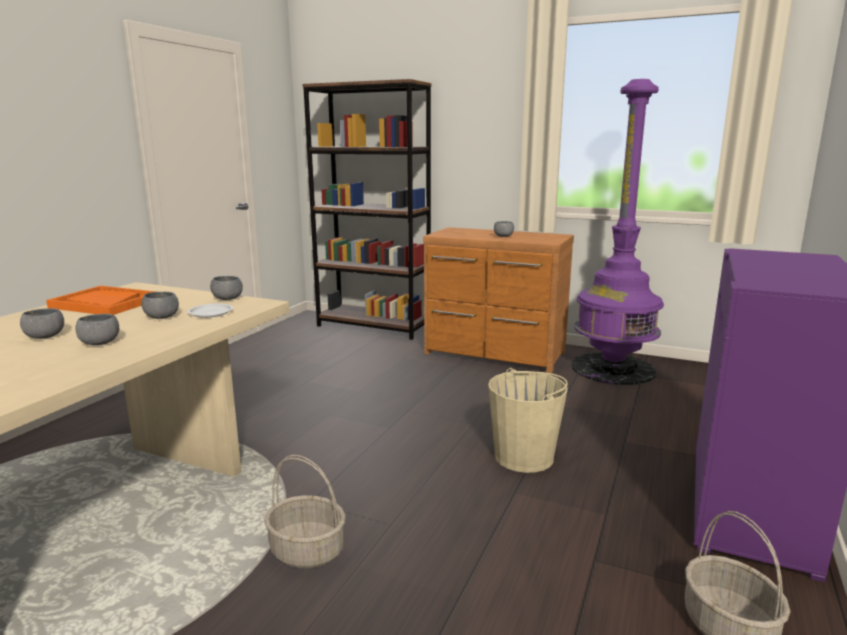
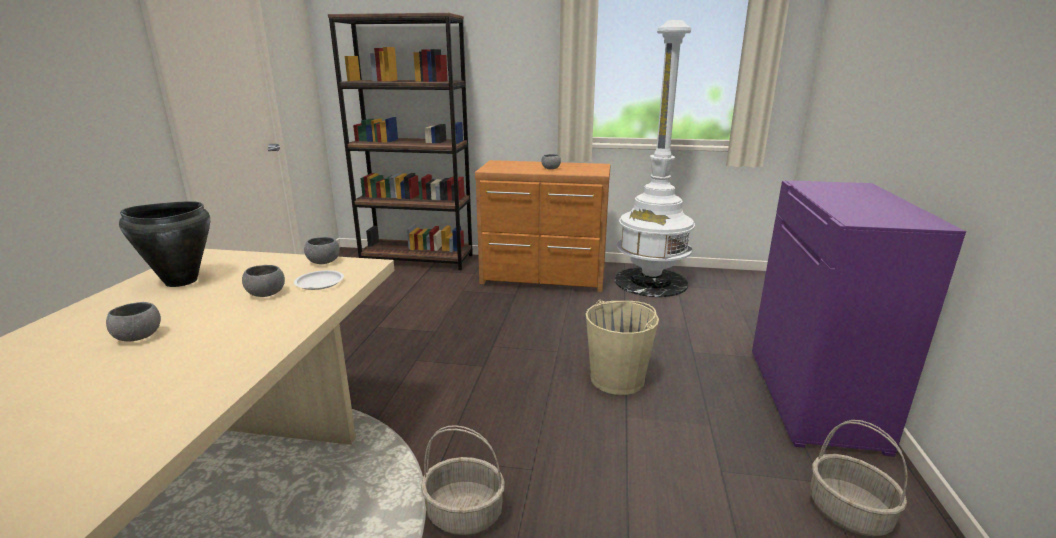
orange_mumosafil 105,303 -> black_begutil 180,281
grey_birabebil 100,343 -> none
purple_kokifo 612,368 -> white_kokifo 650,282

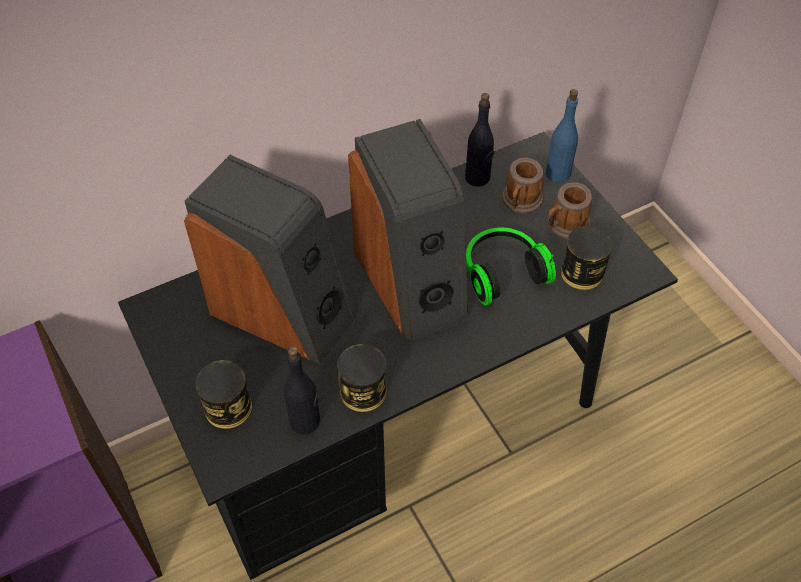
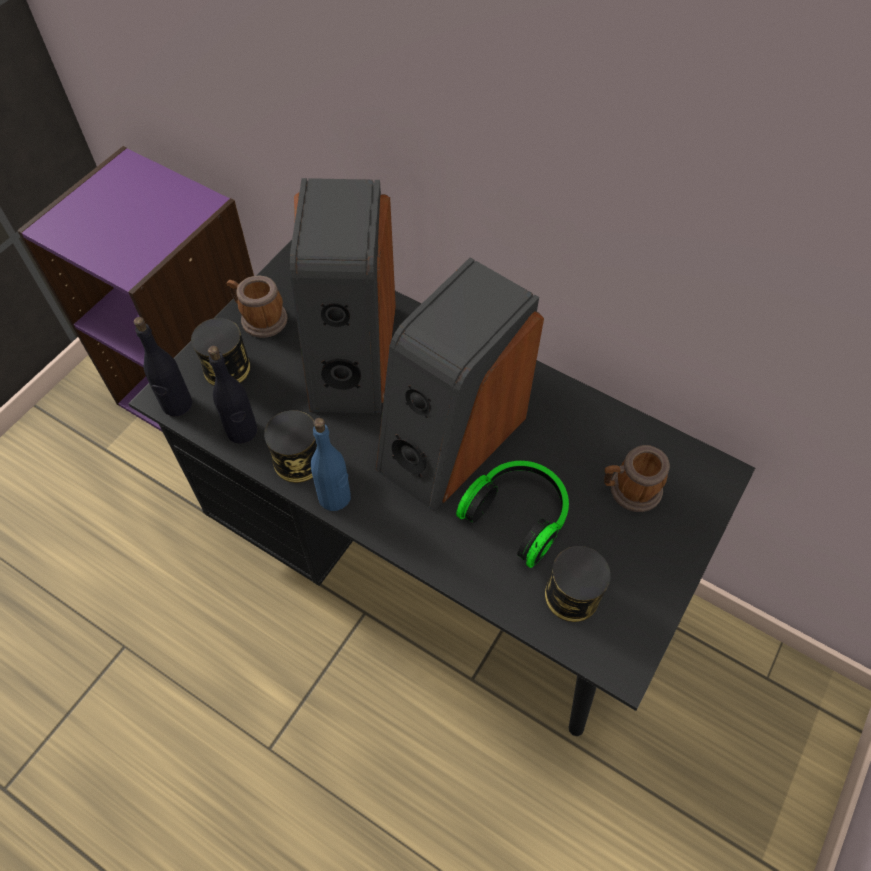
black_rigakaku 477,178 -> black_rigakaku 177,405, move
blue_rigakaku 558,174 -> blue_rigakaku 335,497, move
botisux 565,226 -> botisux 259,318, move

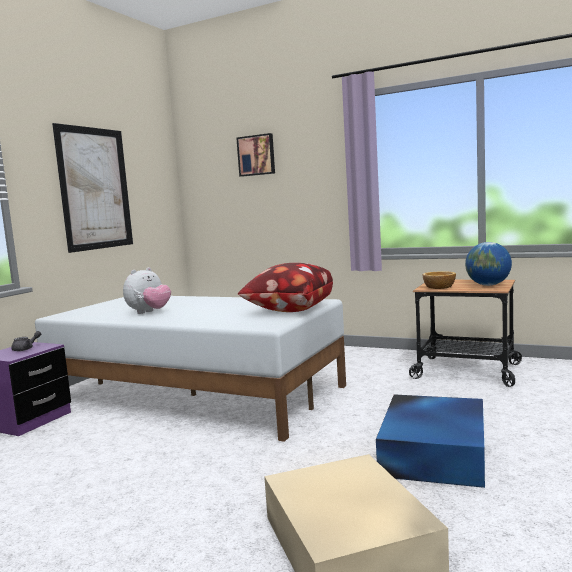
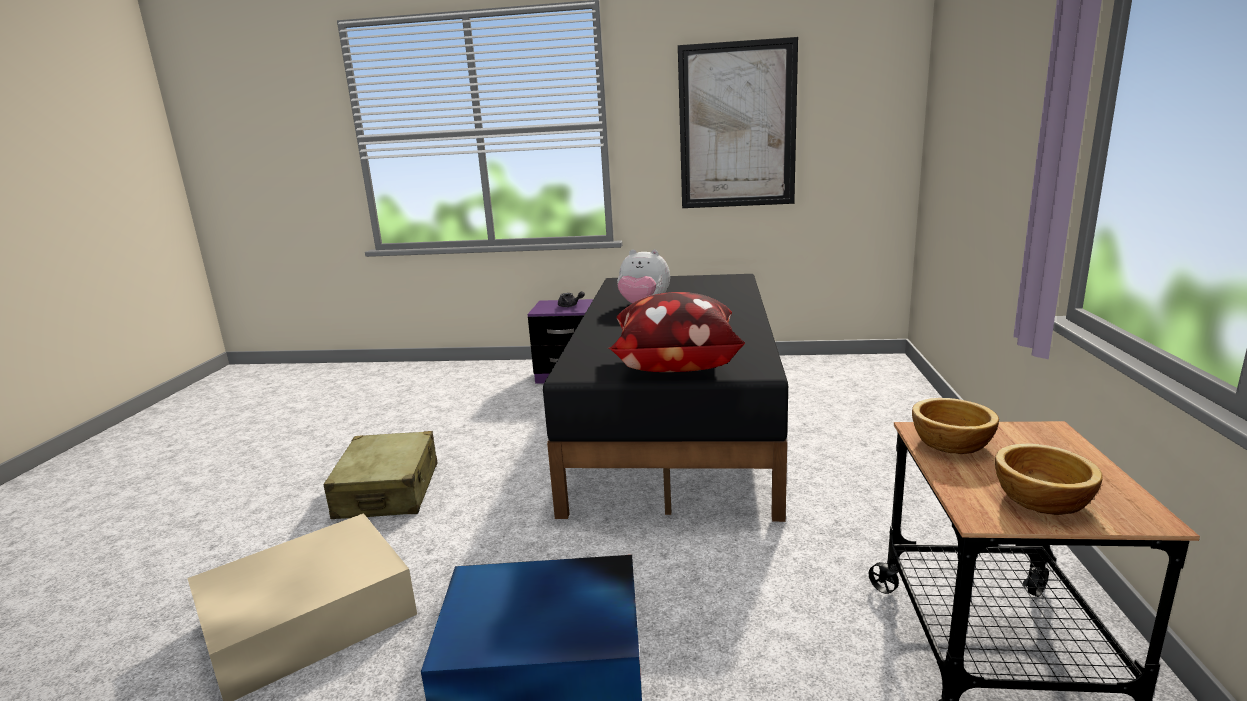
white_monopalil 195,394 -> black_monopalil 677,423
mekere 256,155 -> none
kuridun 488,285 -> birabebil 1039,499
none -> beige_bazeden 388,491

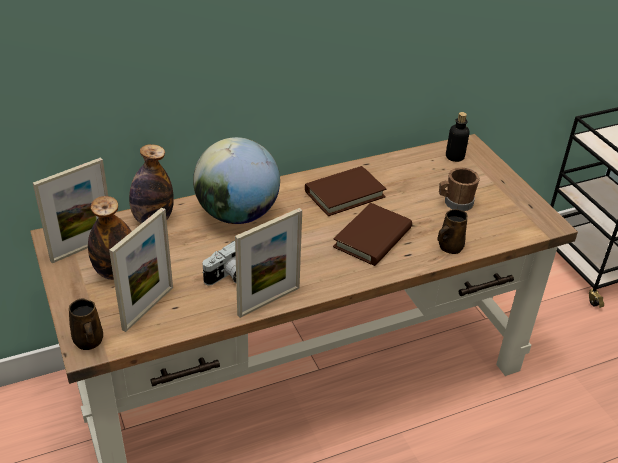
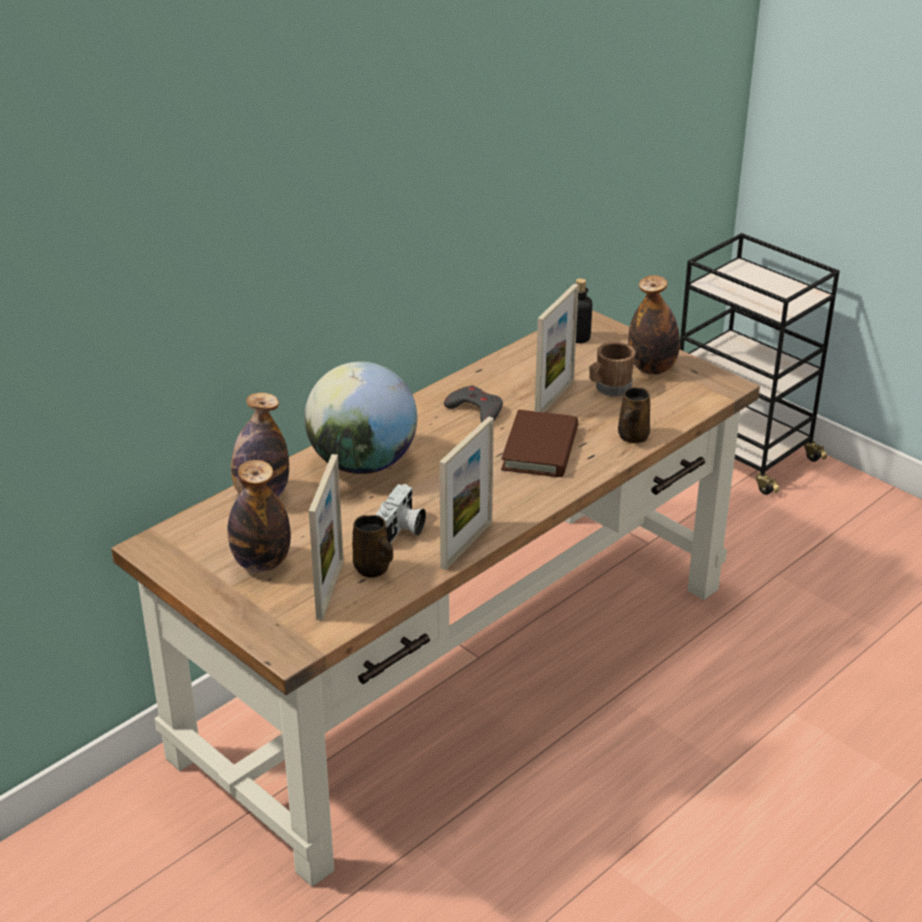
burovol 83,248 -> burovol 554,398, move
brown_botisux 89,342 -> brown_botisux 373,569, move
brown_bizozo 344,194 -> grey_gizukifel 476,410
none -> rigakaku 652,368

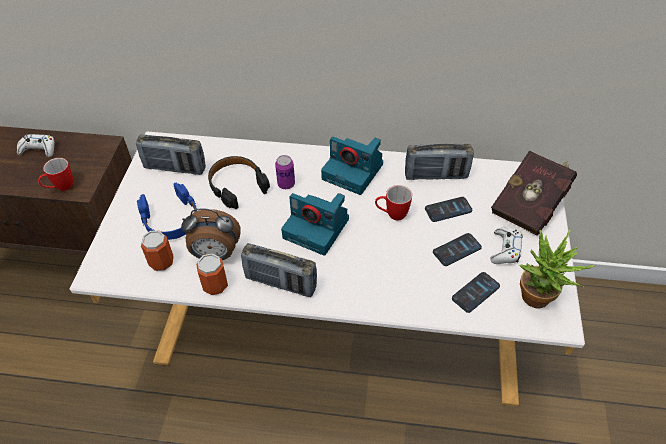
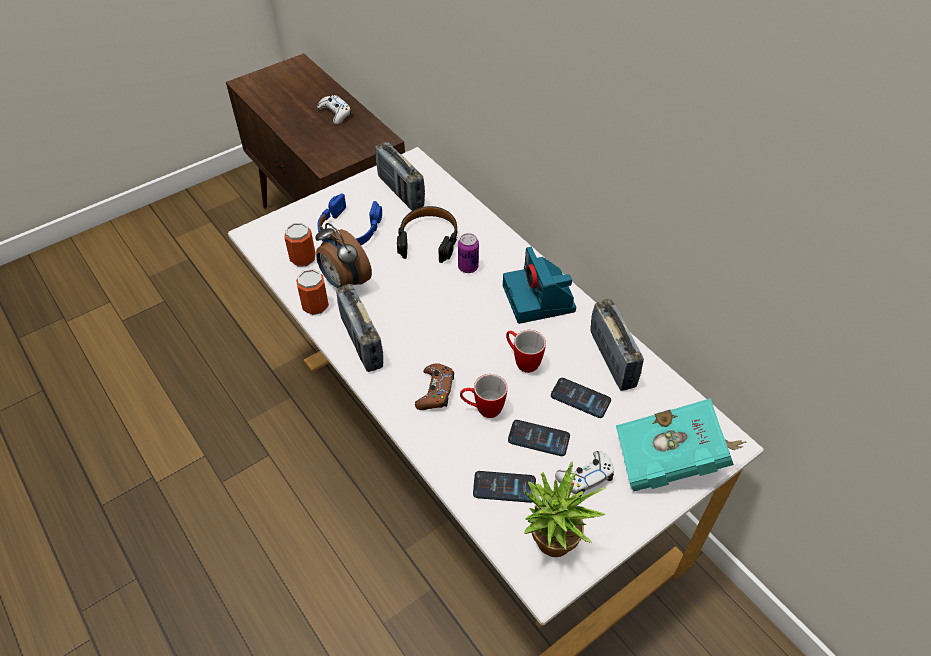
botisux 61,188 -> botisux 483,409, move
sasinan 318,228 -> none
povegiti 436,175 -> povegiti 612,359, 150 degrees counterclockwise
red_bizozo 531,205 -> turquoise_bizozo 672,461
none -> brown_gizukifel 435,391

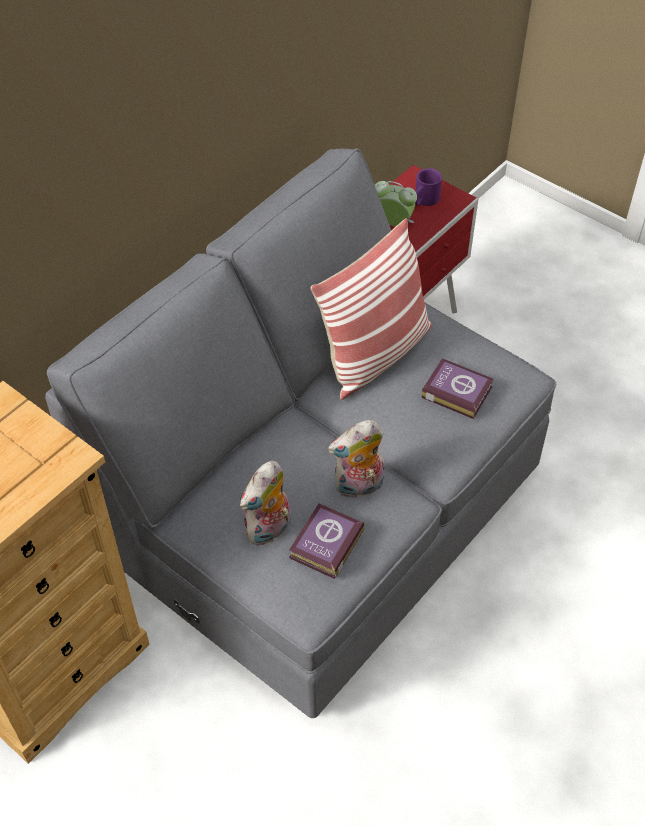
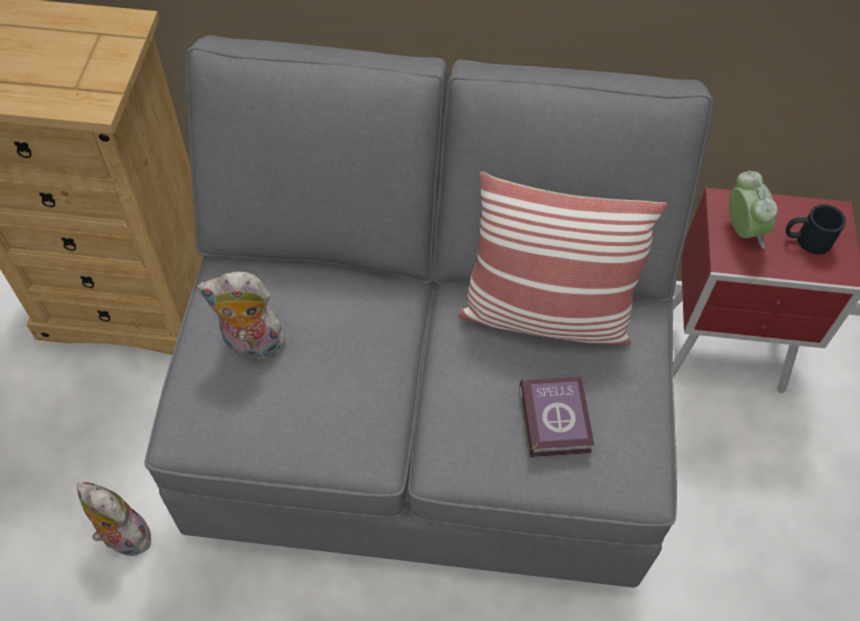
bizozo 324,545 -> none
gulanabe 358,487 -> gulanabe 123,537, move
purple_botisux 423,200 -> black_botisux 806,240

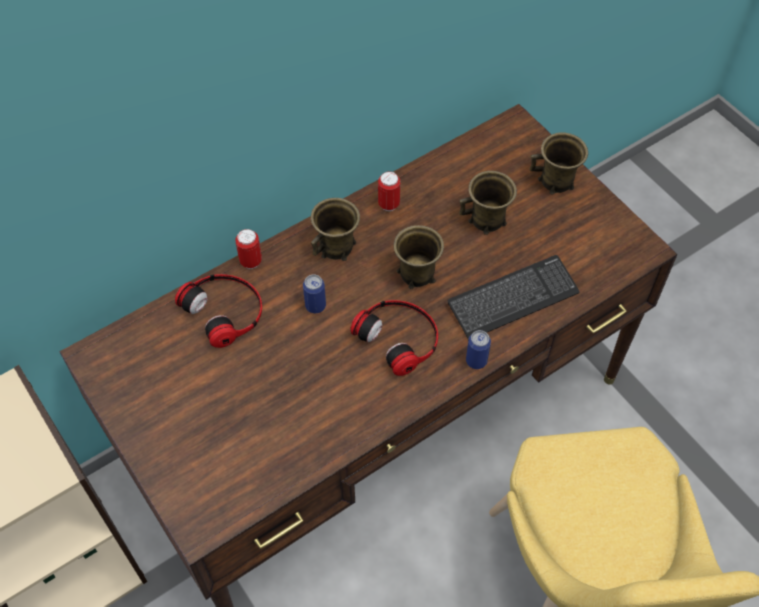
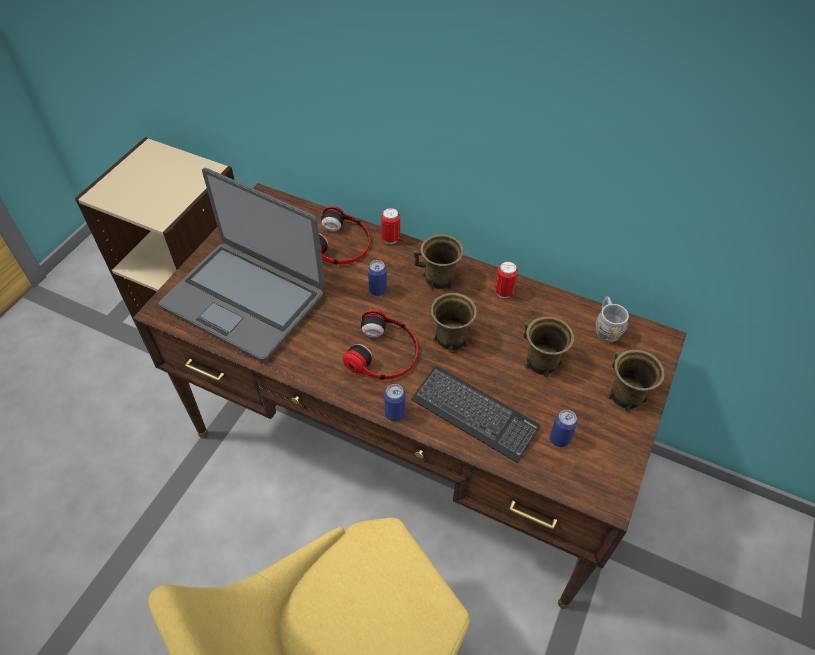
none -> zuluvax 245,299
none -> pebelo 559,439
none -> grey_botisux 605,328

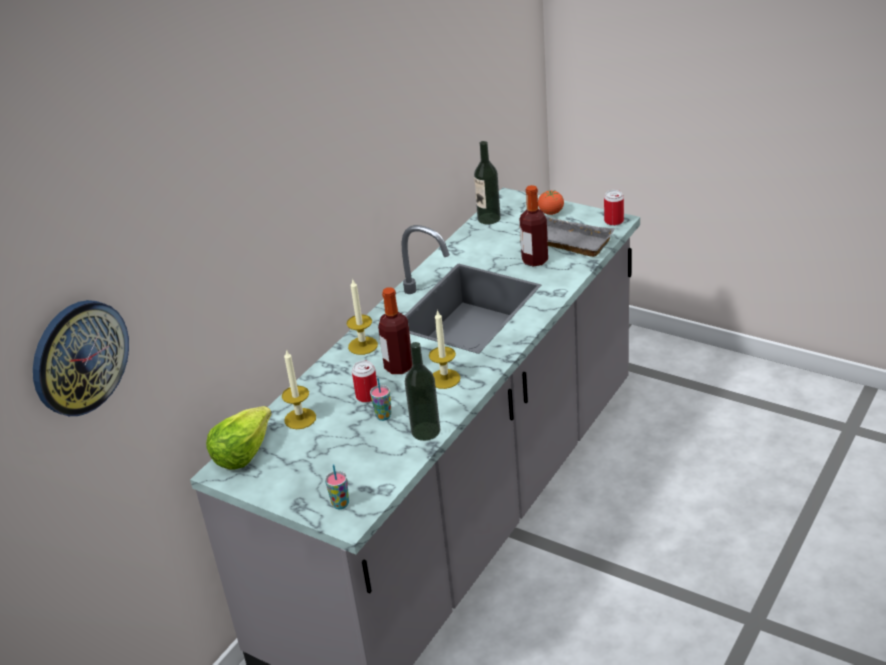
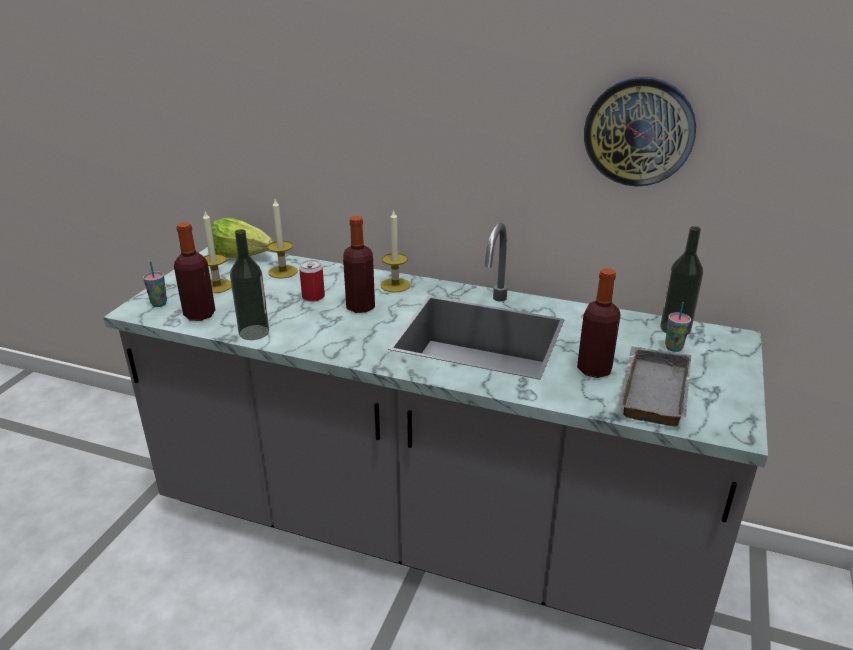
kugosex 79,357 -> kugosex 639,132, move
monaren 383,416 -> monaren 673,348, move
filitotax 444,379 -> filitotax 217,286, move
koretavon 551,213 -> none
pebelo 614,221 -> none
none -> rigakaku 199,314

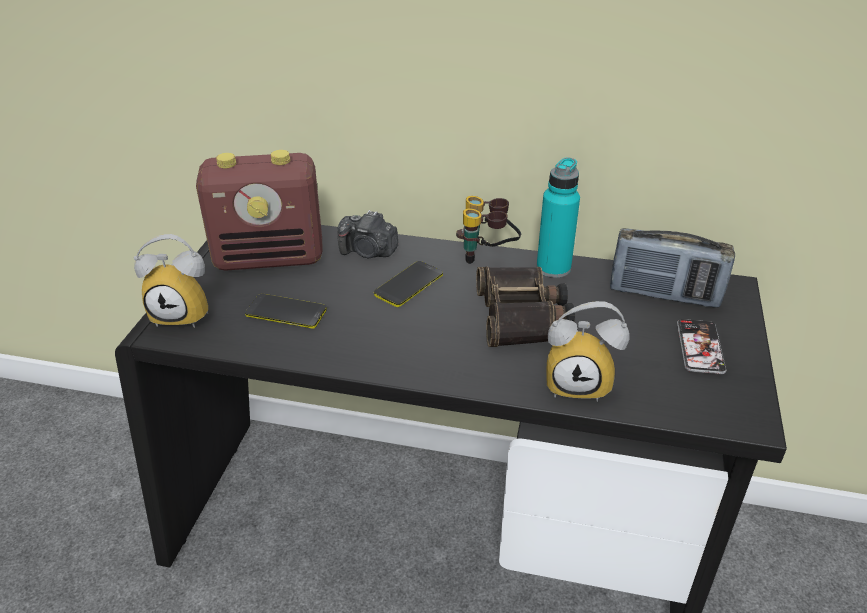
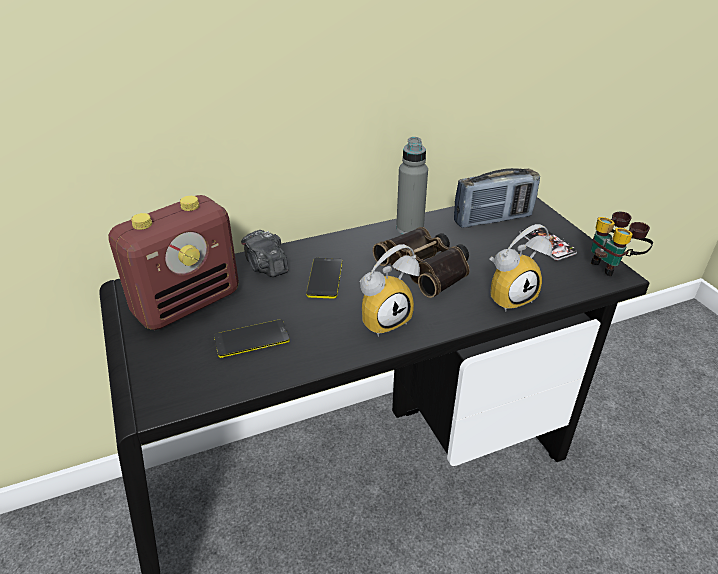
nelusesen 185,314 -> nelusesen 384,318, move
sasinan 368,252 -> sasinan 266,267, 75 degrees clockwise
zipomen 487,257 -> zipomen 612,265, move
turquoise_rigakaku 553,268 -> grey_rigakaku 409,228

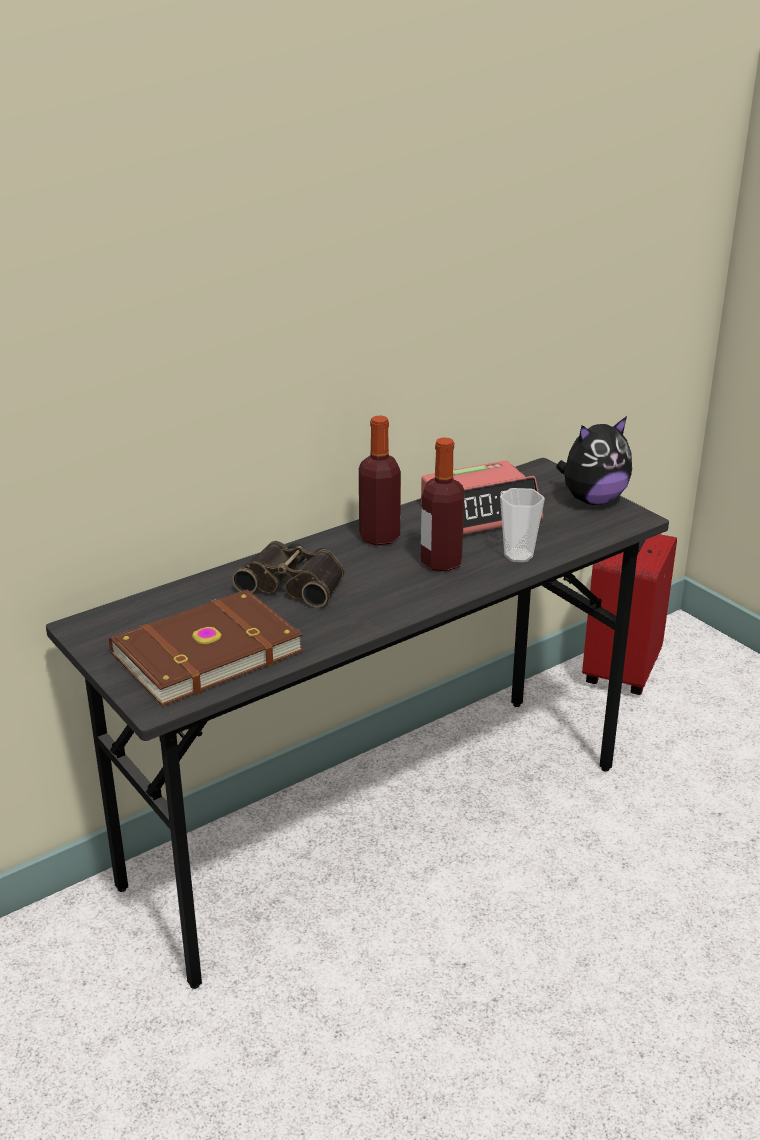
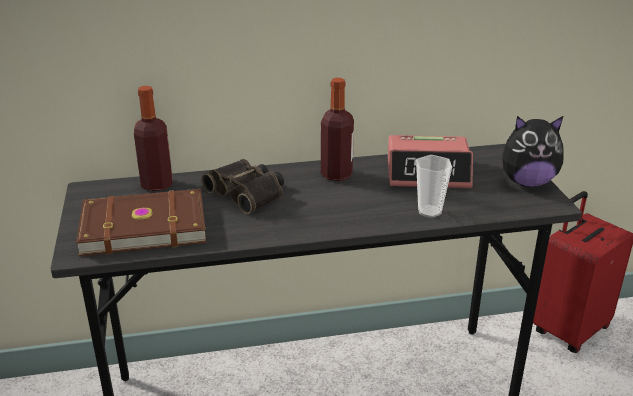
rigakaku 441,562 -> rigakaku 157,184, move

